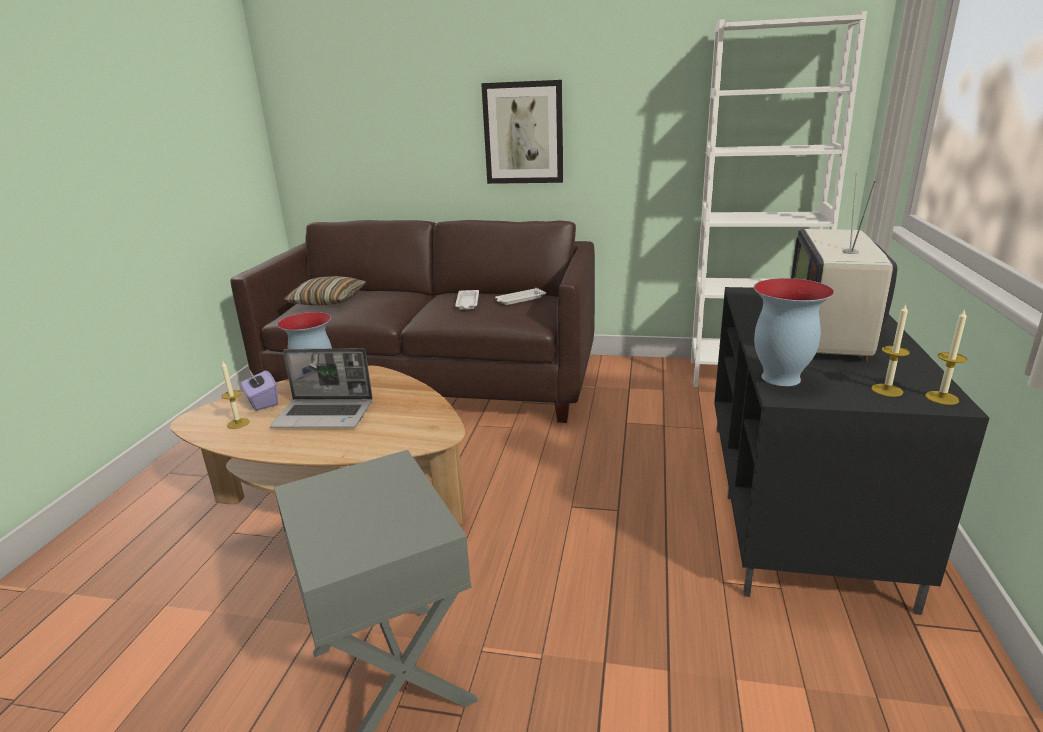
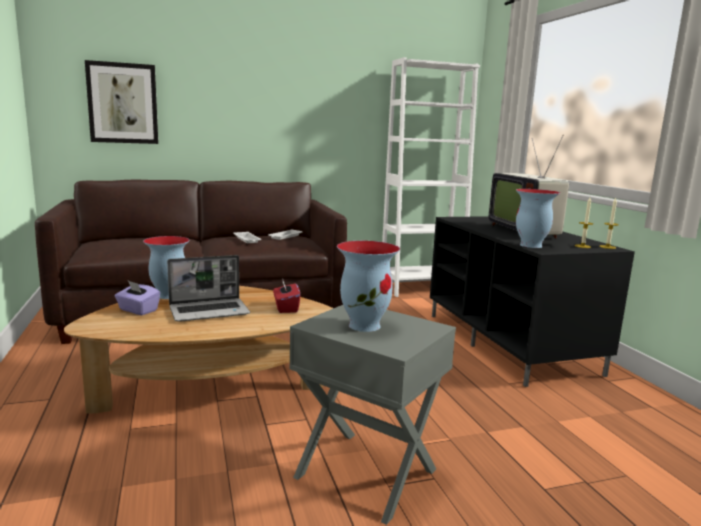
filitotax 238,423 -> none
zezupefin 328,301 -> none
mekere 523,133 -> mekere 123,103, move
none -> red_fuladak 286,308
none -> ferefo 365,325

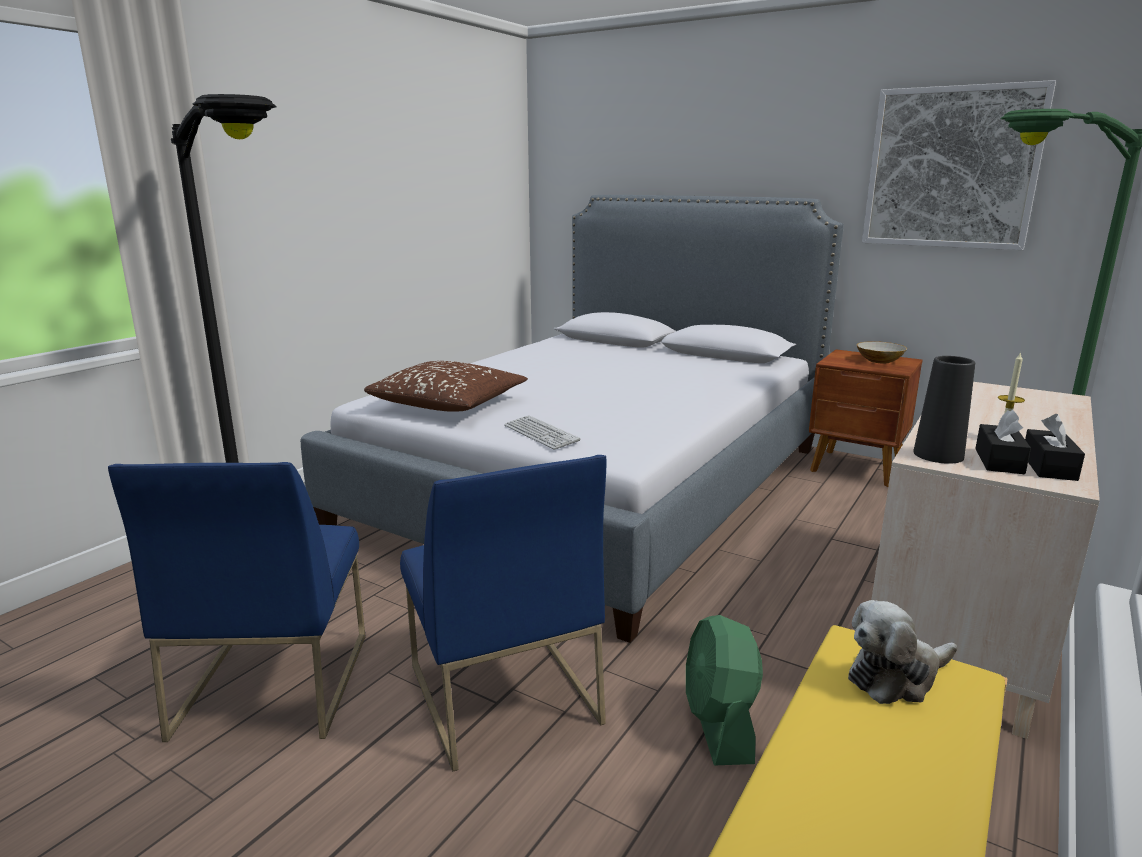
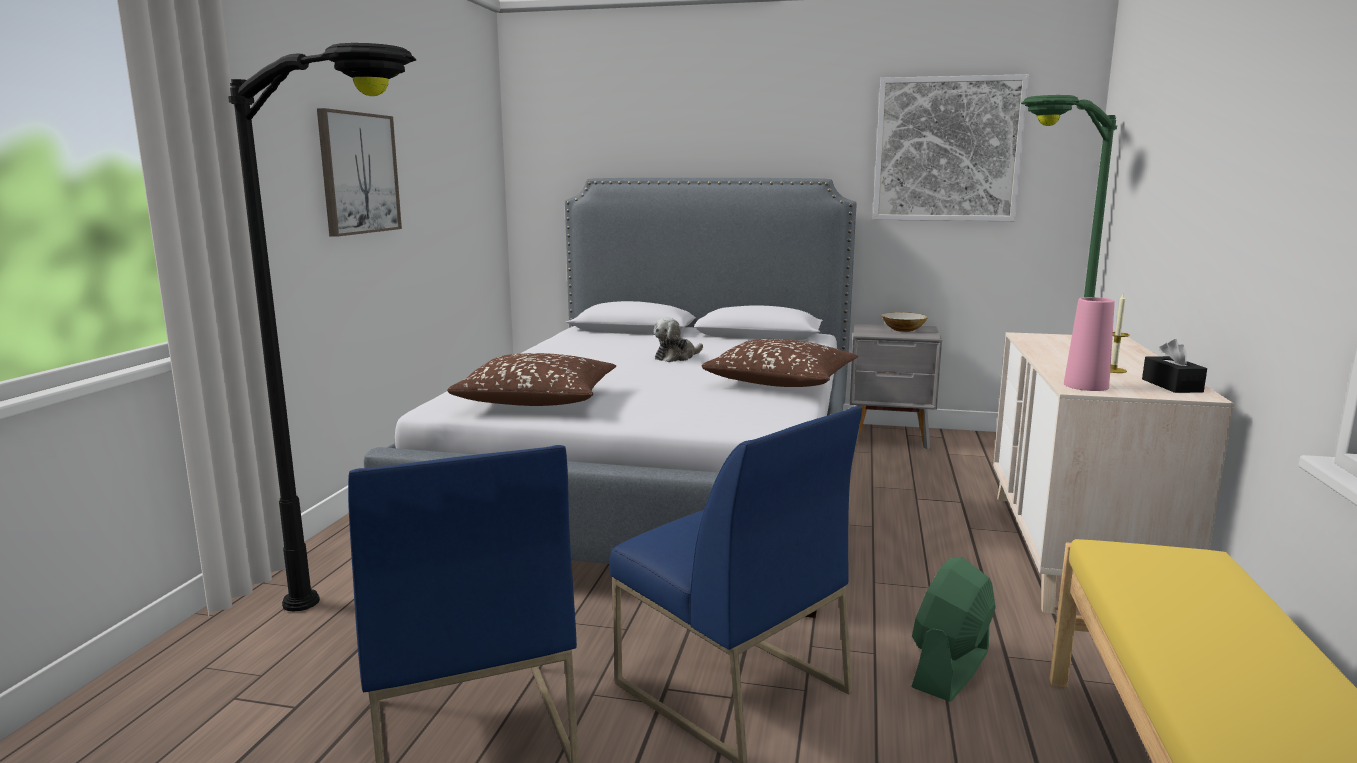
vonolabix 541,434 -> none
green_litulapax 719,724 -> green_litulapax 950,669, 60 degrees clockwise
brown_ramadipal 857,469 -> grey_ramadipal 890,437
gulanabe 896,677 -> gulanabe 676,357, move
black_ferefo 938,455 -> pink_ferefo 1086,385
black_fuladak 999,461 -> none
none -> mekere 358,173
none -> brown_zezupefin 781,382

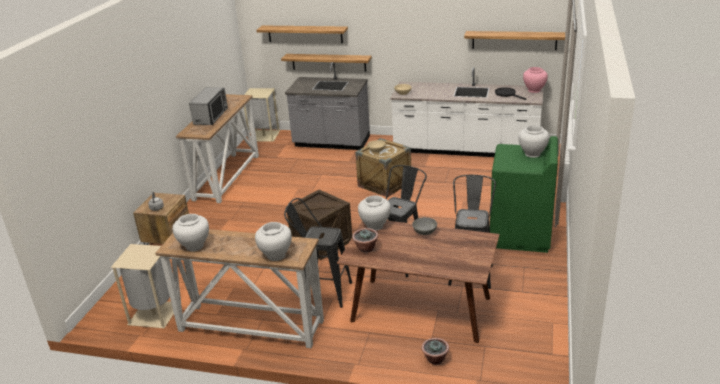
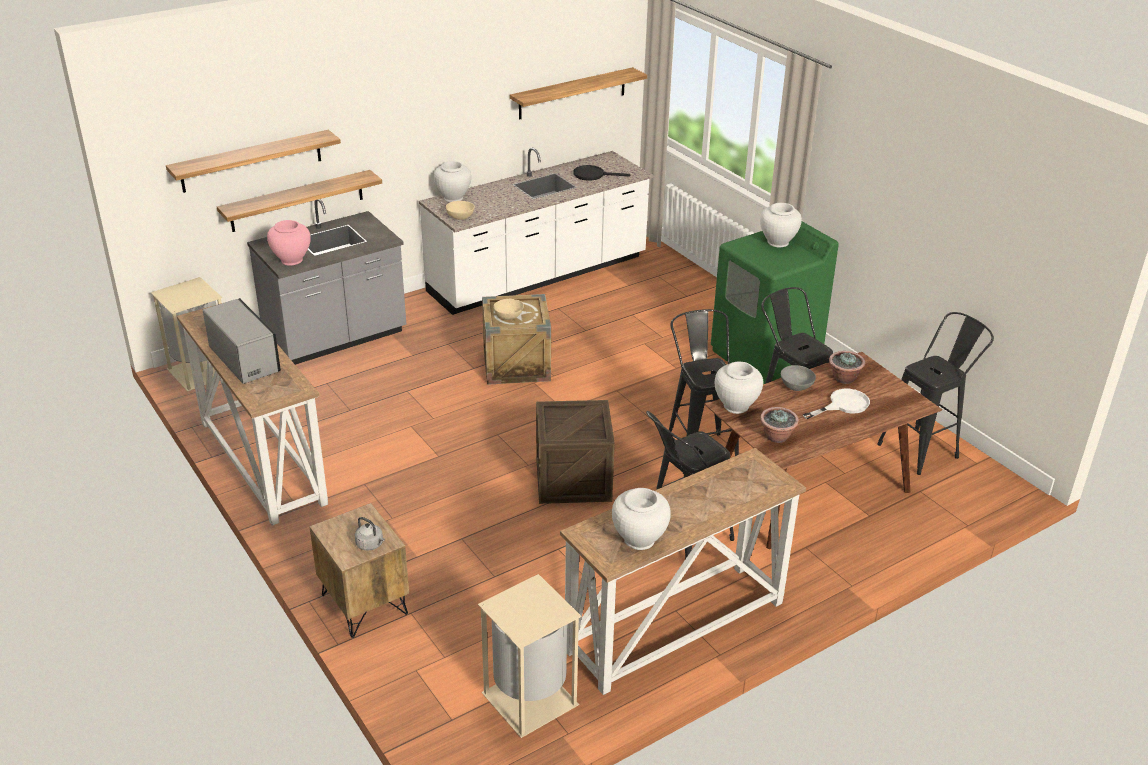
white_ferefo 276,255 -> white_ferefo 453,198, move
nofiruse 435,359 -> nofiruse 844,378, move
pink_ferefo 534,90 -> pink_ferefo 292,260, move
none -> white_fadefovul 843,405
none -> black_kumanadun 924,449

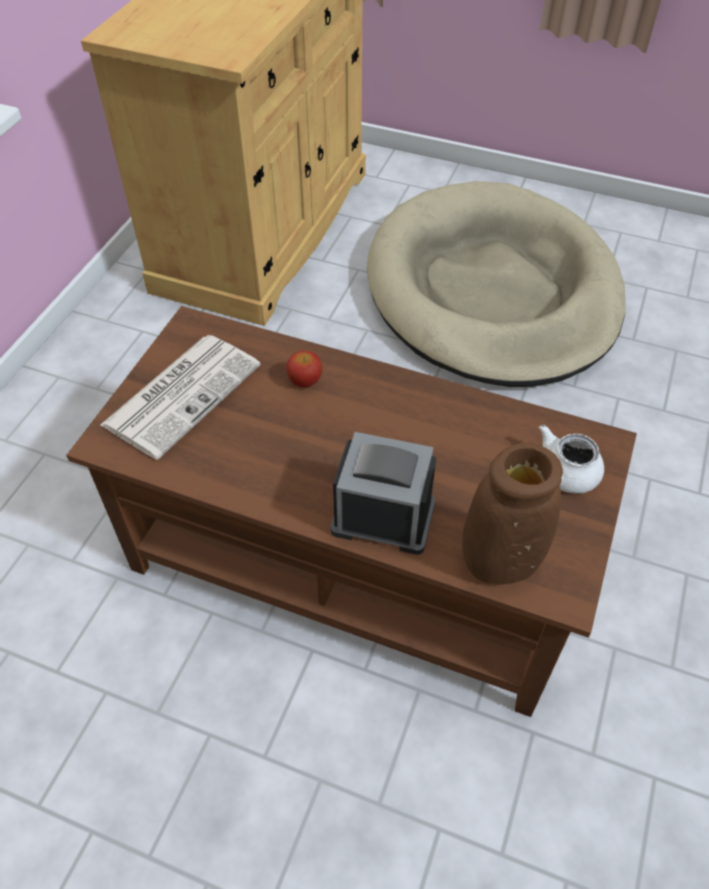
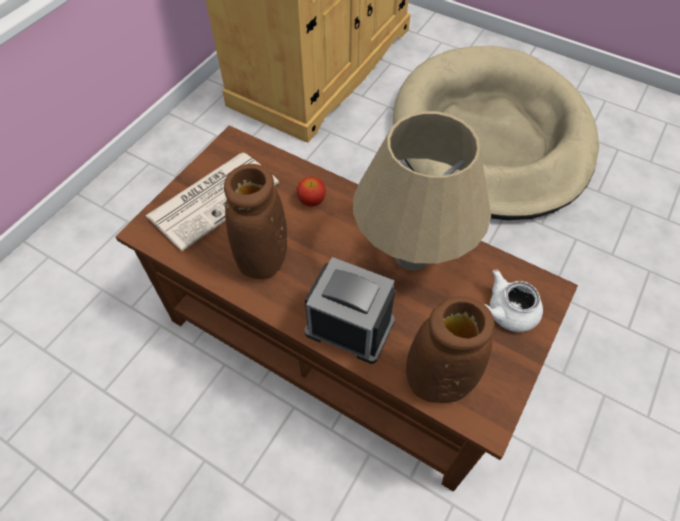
none -> brown_ferefo 263,259
none -> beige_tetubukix 412,255

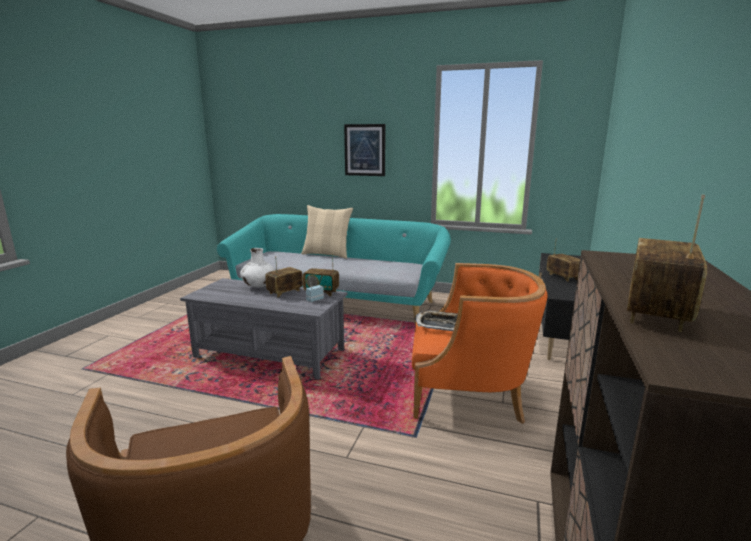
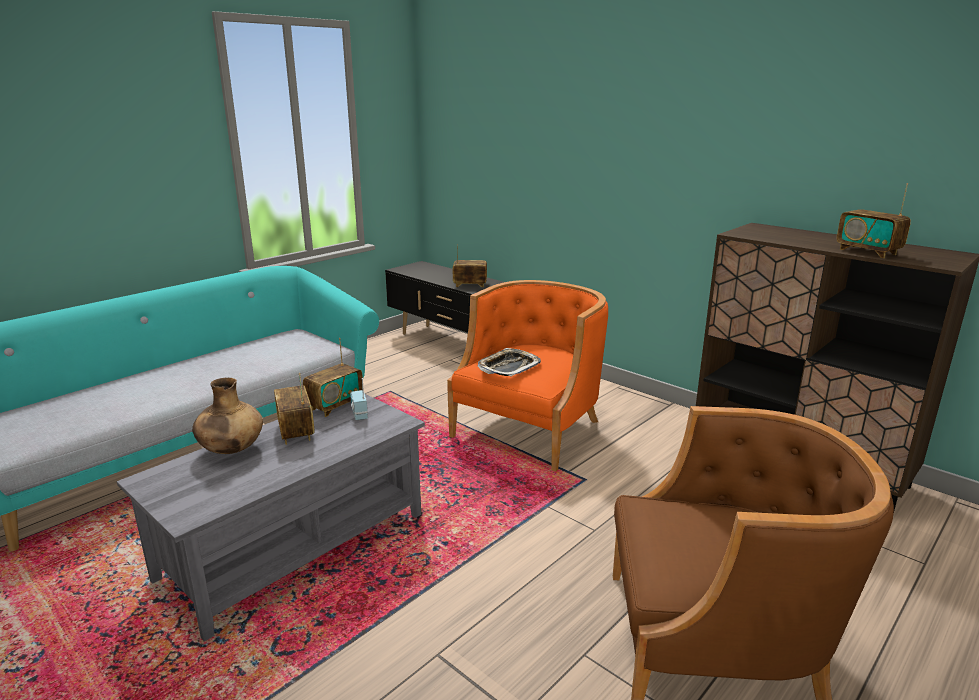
white_ferefo 258,286 -> brown_ferefo 231,449
beige_zezupefin 327,254 -> none
mekere 365,150 -> none

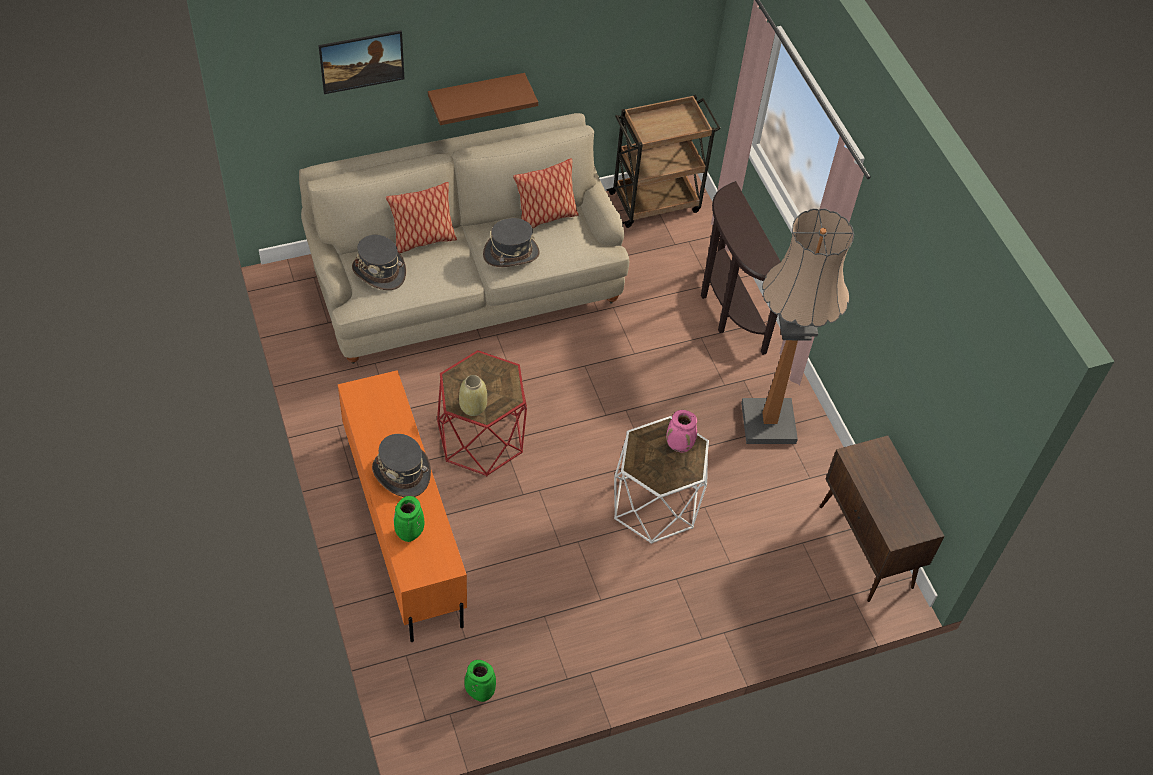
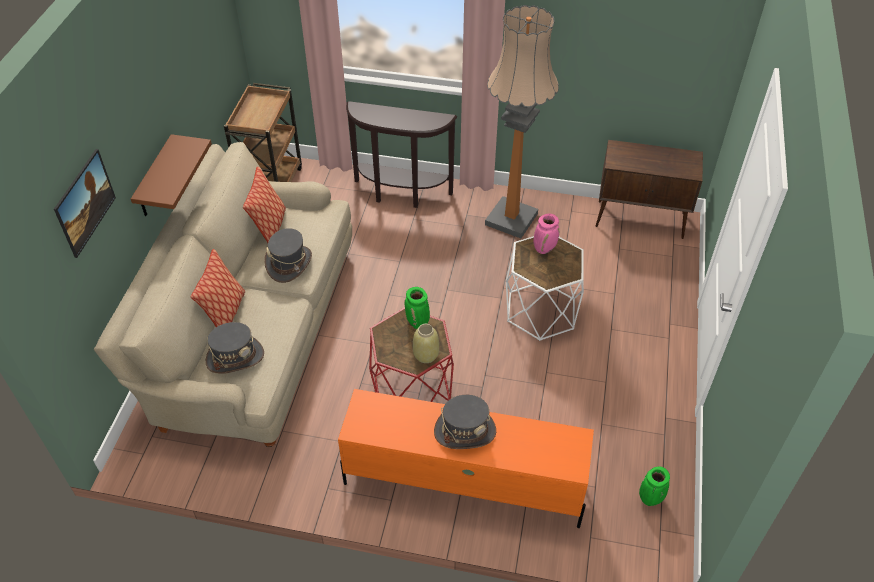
green_ferefo 410,534 -> green_ferefo 418,323, move

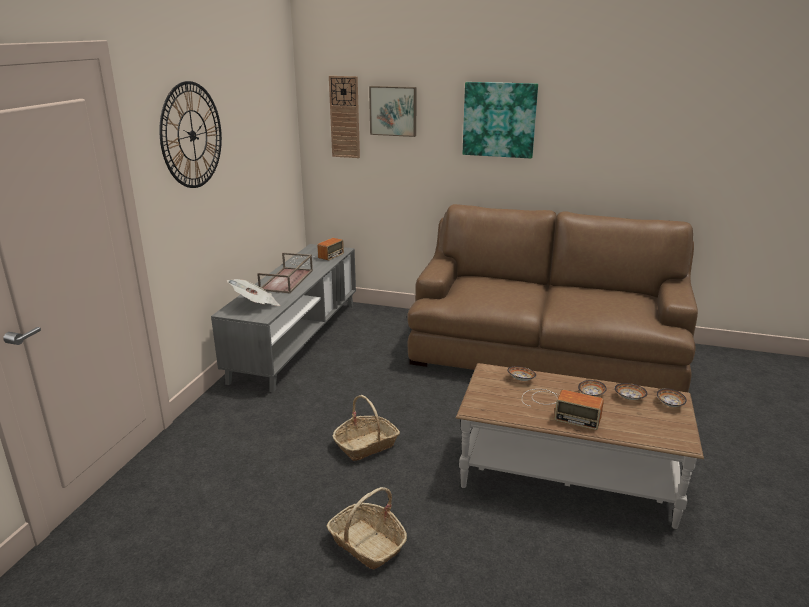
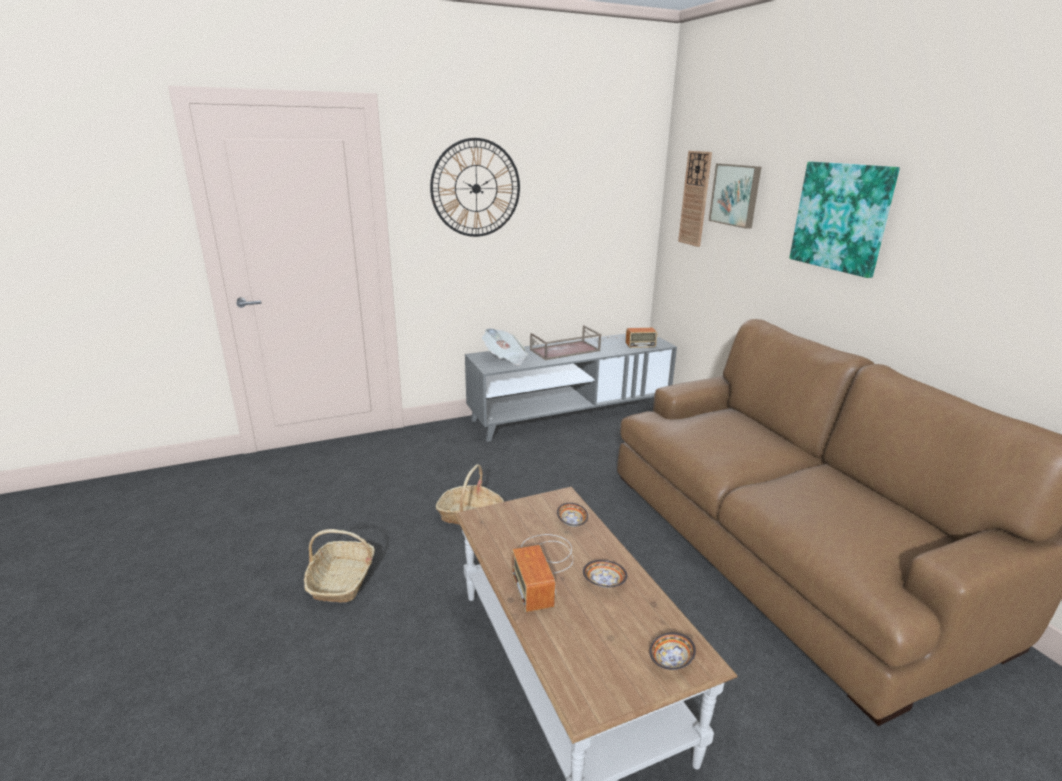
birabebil 629,398 -> none

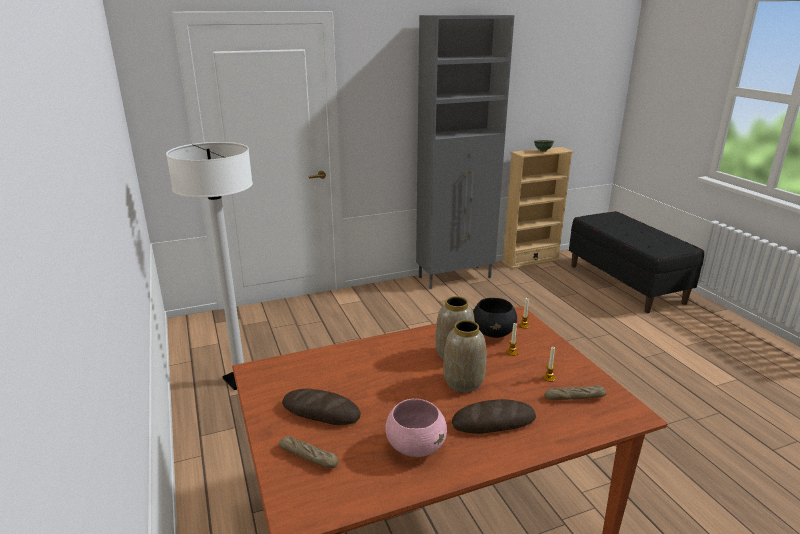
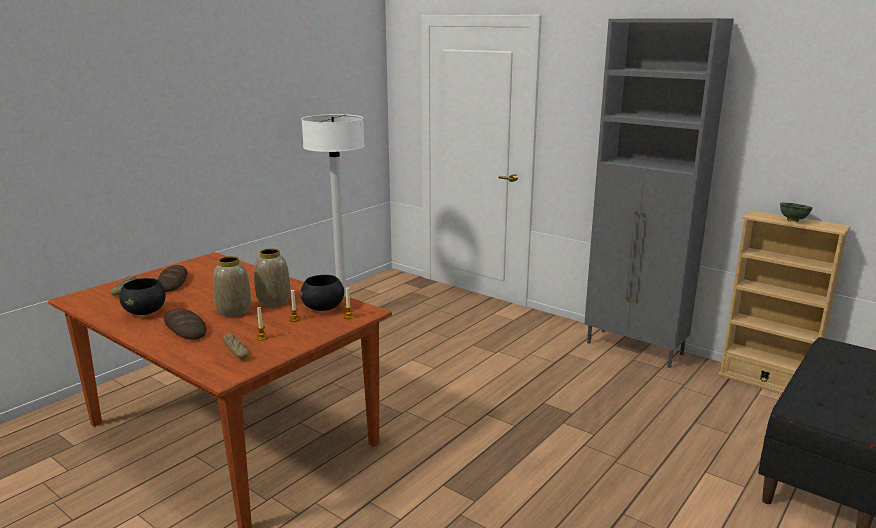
pink_birabebil 415,446 -> black_birabebil 146,312

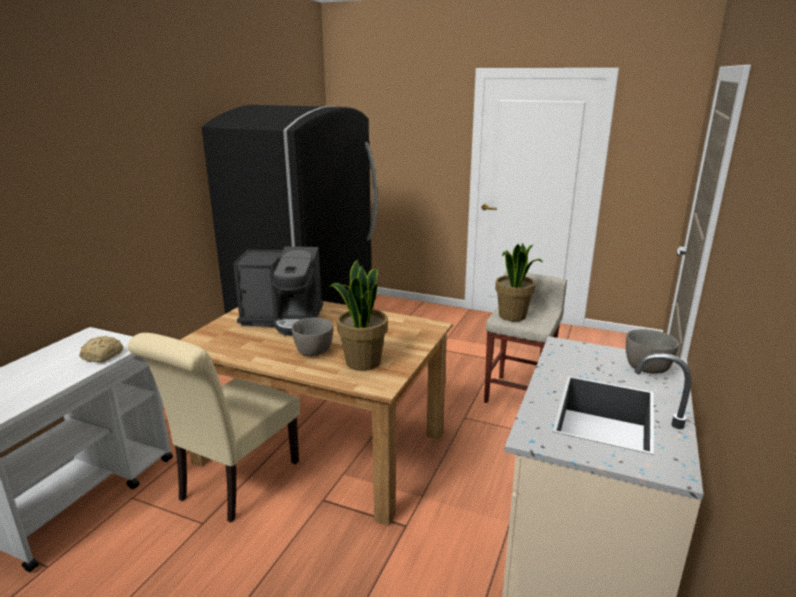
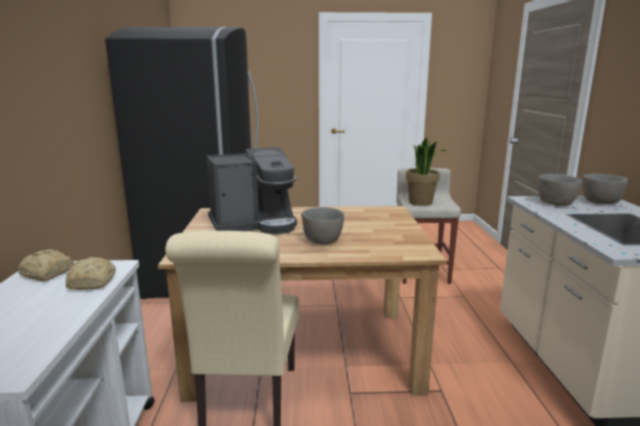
nofiruse 362,362 -> none
none -> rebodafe 47,274
none -> grey_birabebil 556,203

